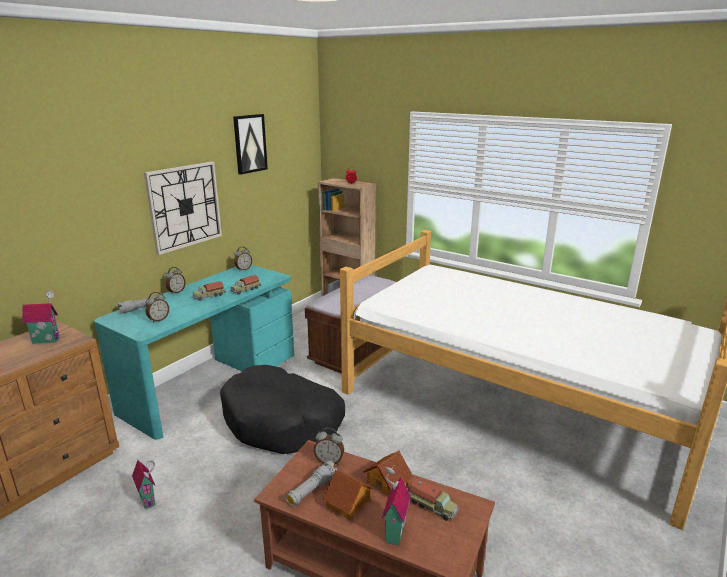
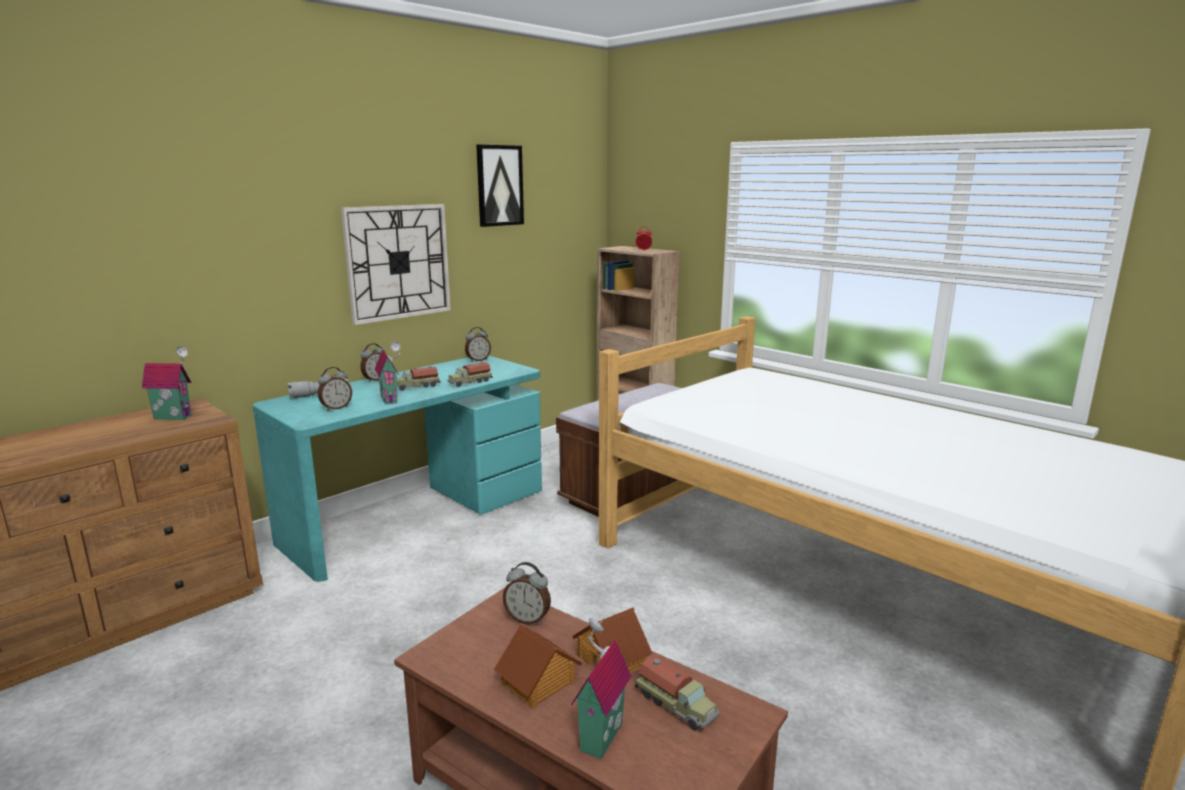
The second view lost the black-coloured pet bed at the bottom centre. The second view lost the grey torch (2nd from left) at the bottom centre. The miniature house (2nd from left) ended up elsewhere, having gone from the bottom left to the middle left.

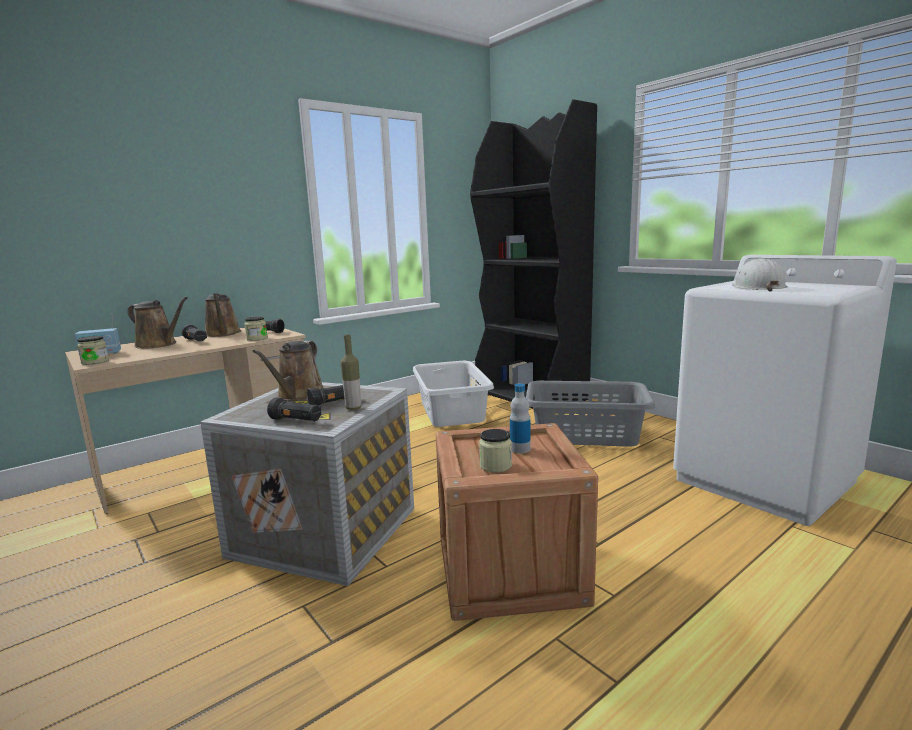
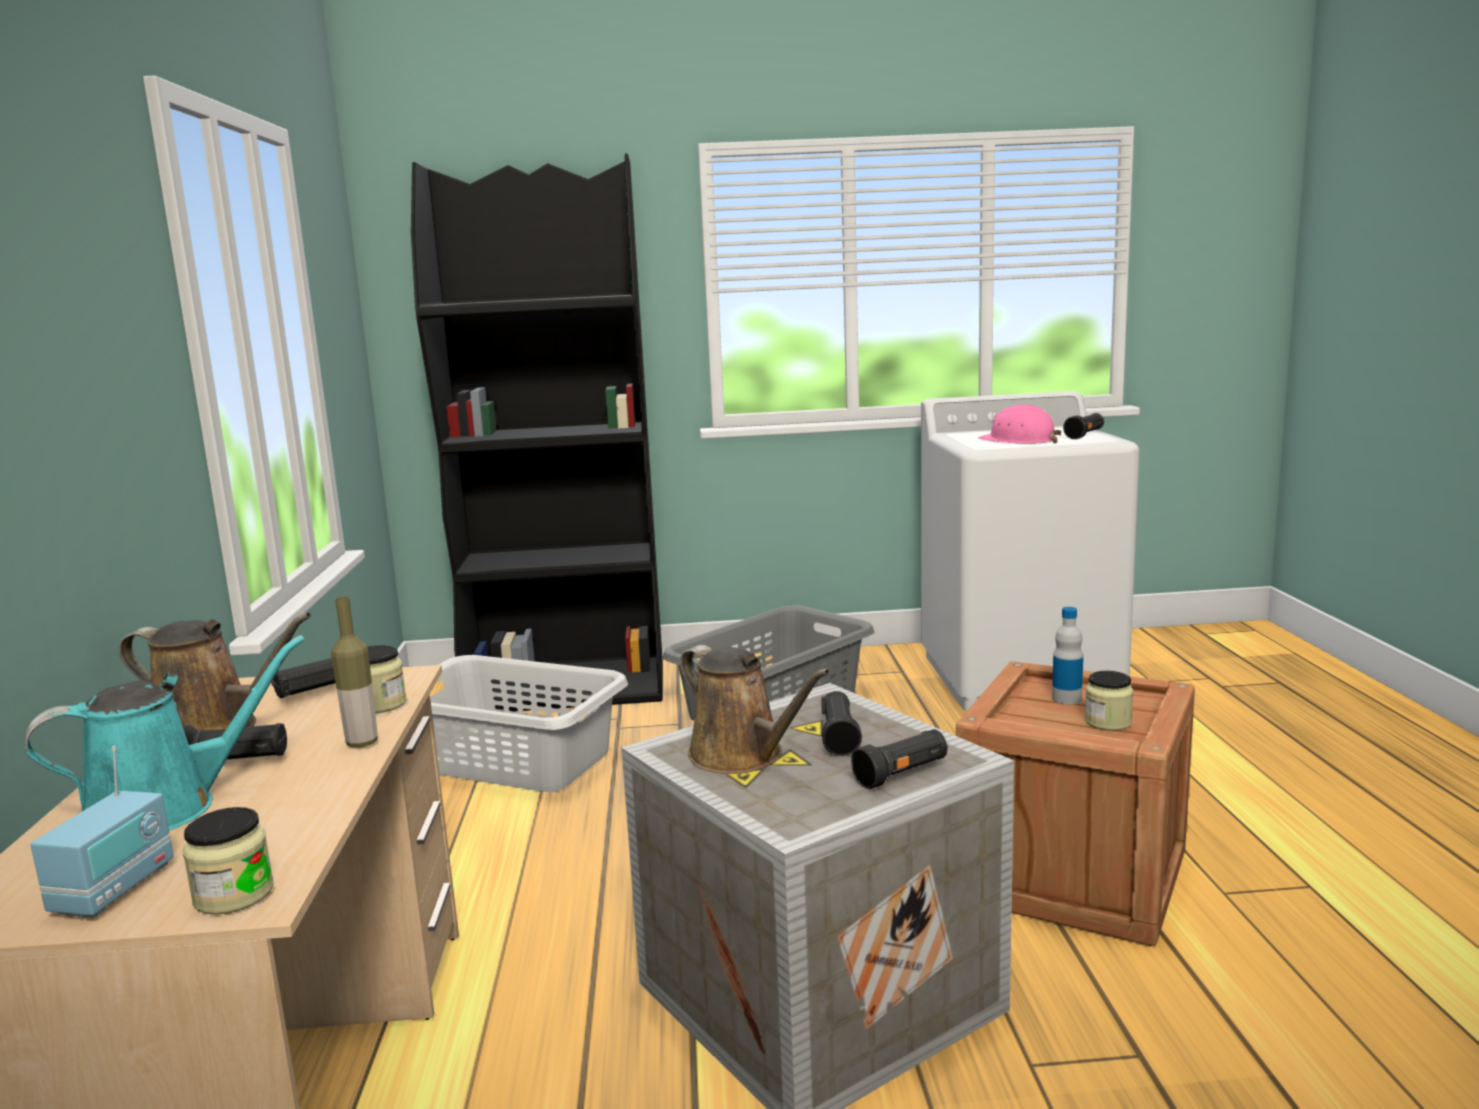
The second view gained the black-coloured torch (5th from left) at the middle right. The bottle (1st from left) ended up elsewhere, having gone from the centre to the middle left. What was the brown watering pot (1st from left) at the middle left turned into the blue-green watering pot at the middle left. What was the whitish work helmet at the middle right turned into the pink work helmet at the middle right.

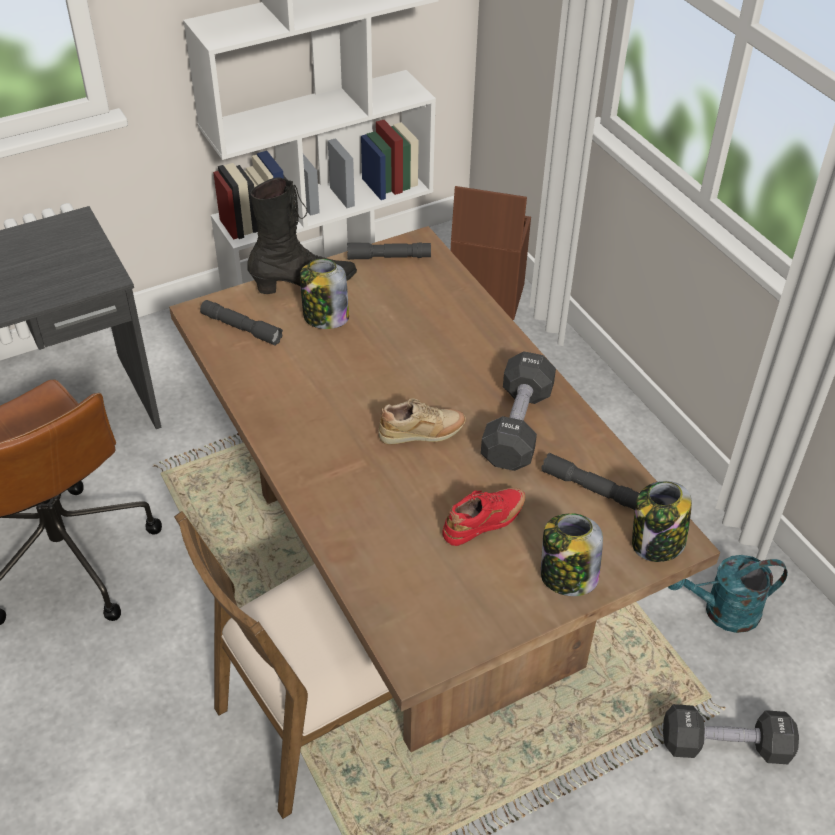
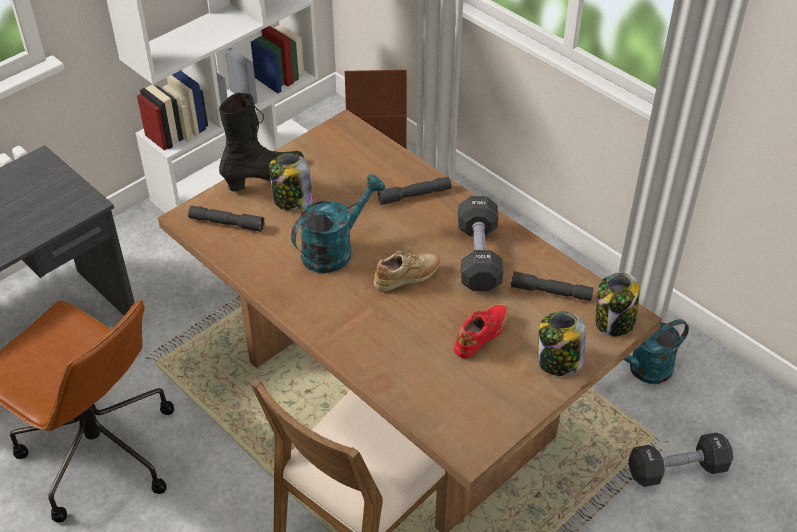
The second view gained the blue-green watering pot (1st from left) at the centre. The grey torch (2nd from left) ended up elsewhere, having gone from the top centre to the centre.

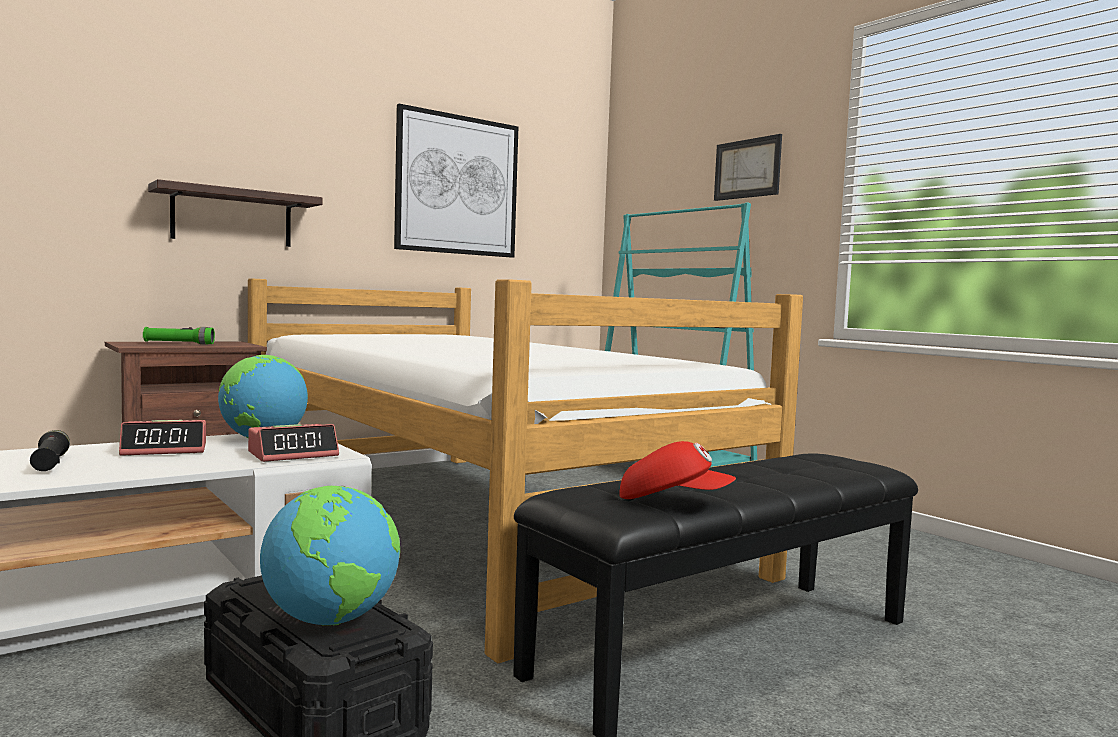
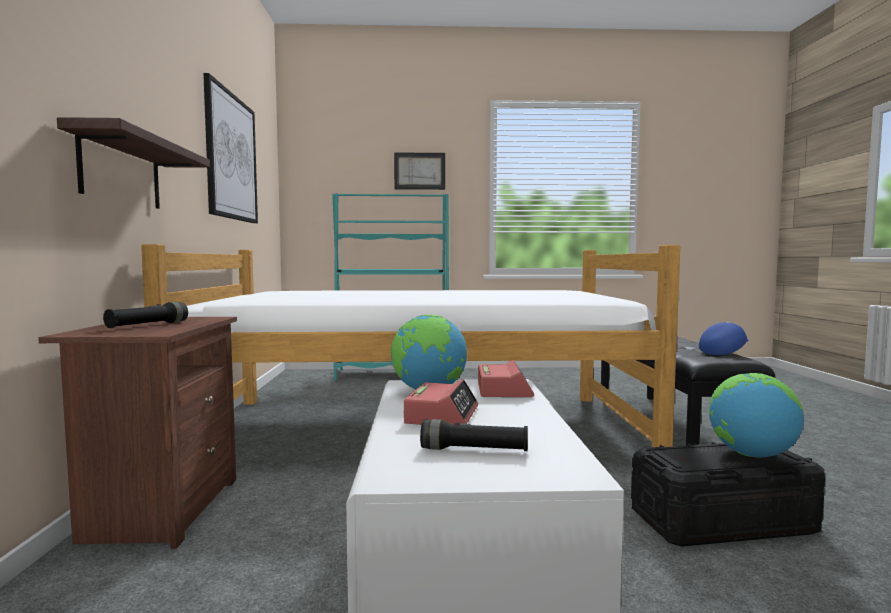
What was the green-coloured torch at the middle left turned into the black-coloured torch (1st from left) at the middle left. What was the red-coloured baseball cap at the centre turned into the blue baseball cap at the middle right.

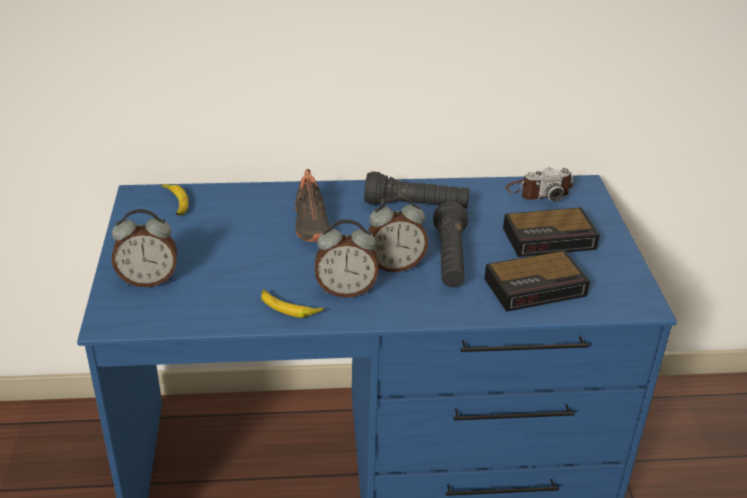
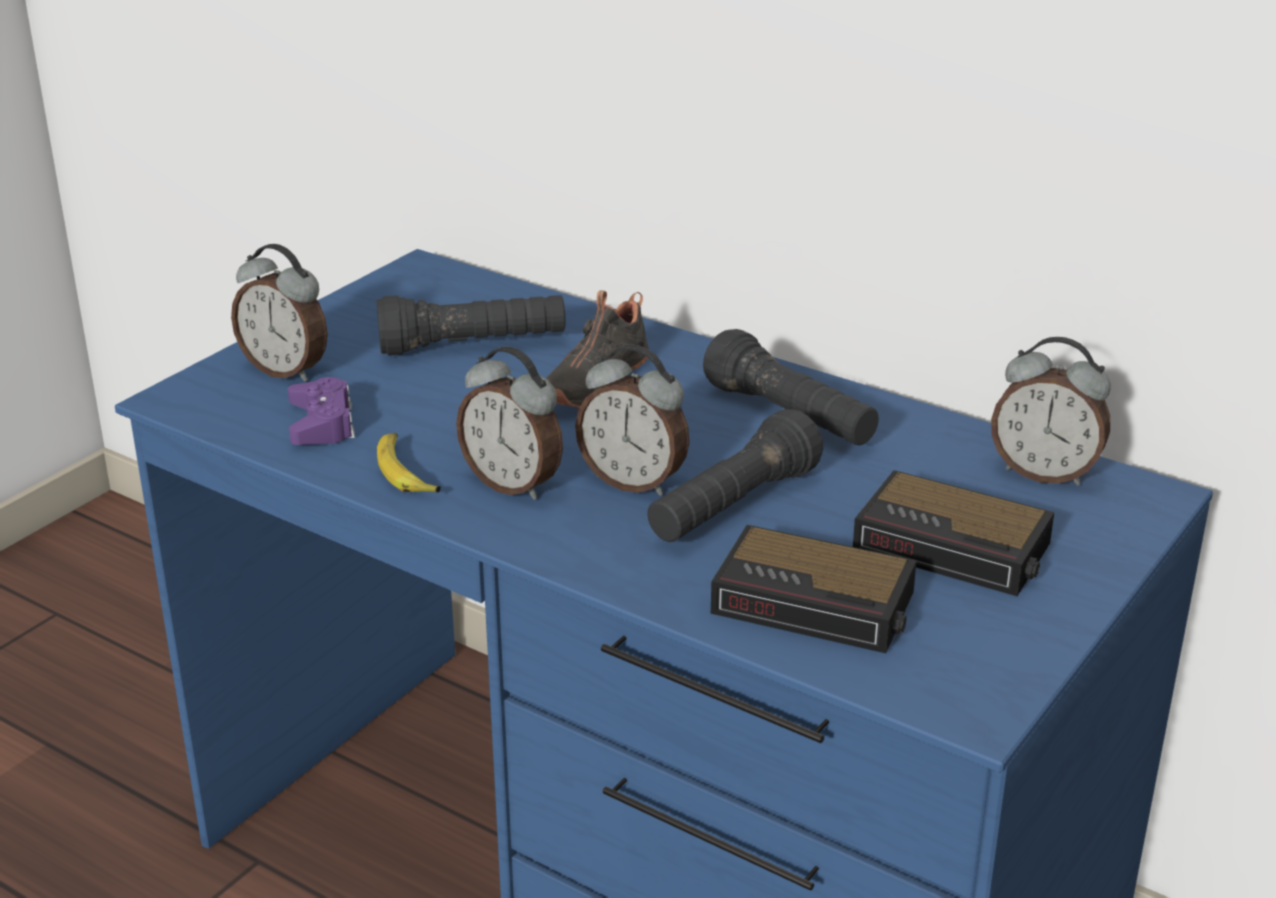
The second view lost the whole banana (1st from left) at the middle left. The second view gained the purple-coloured gamepad at the middle left. The second view gained the black-coloured torch (1st from left) at the centre. Where the photo camera stood at the middle right, the bedside clock (6th from left) came to stand at the middle right.

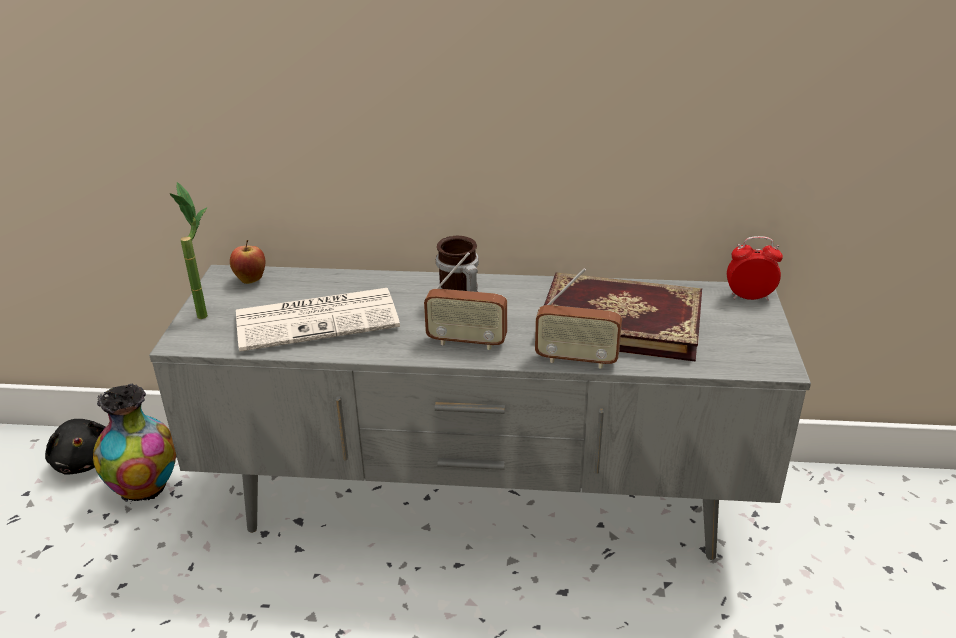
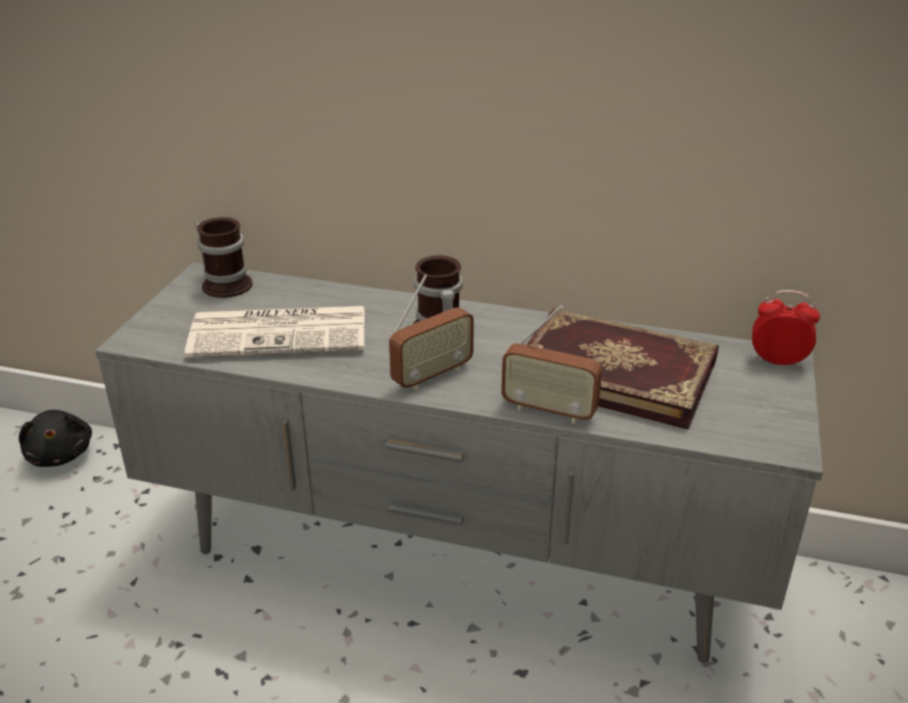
The second view lost the decorative vase at the bottom left. The second view lost the plant in a pot at the middle left. Where the whole apple stood at the middle left, the coffee mug (1st from left) came to stand at the middle left. The radio receiver (1st from left) at the centre ended up facing another way, 60 degrees counterclockwise from before.

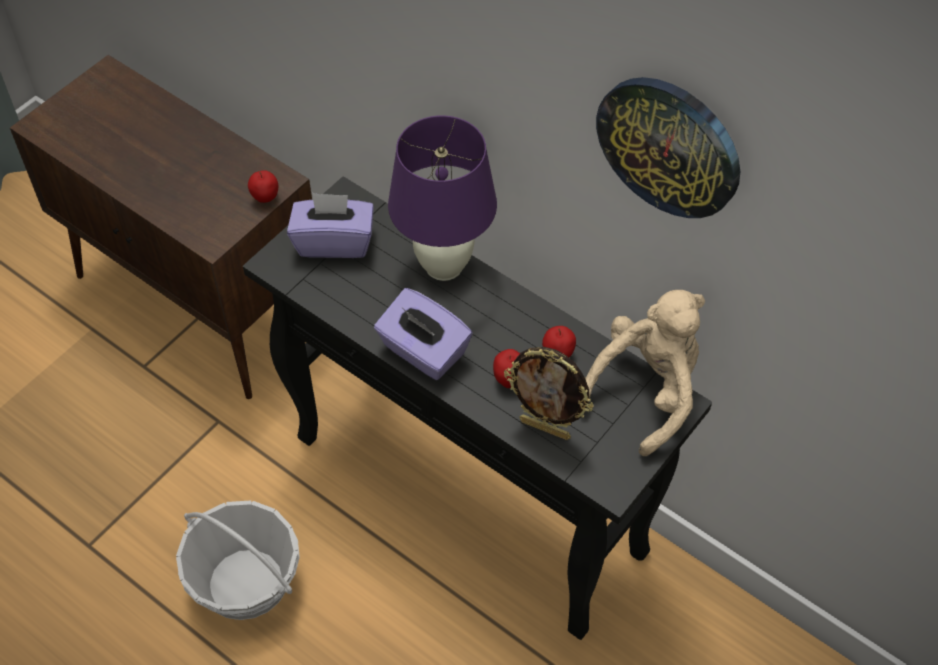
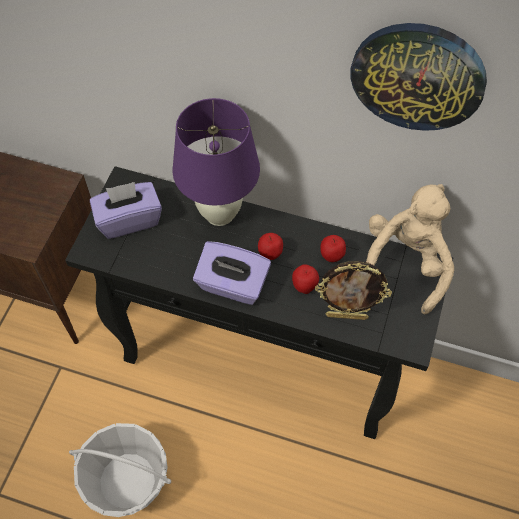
The whole apple (1st from left) ended up elsewhere, having gone from the top left to the centre.

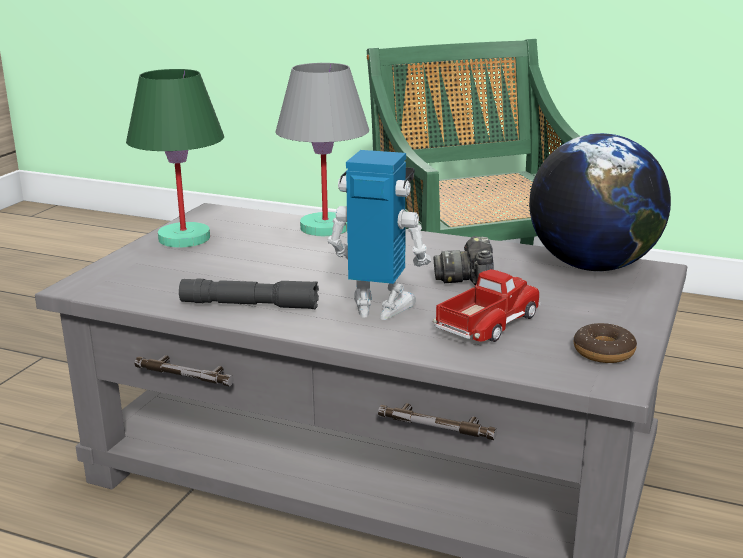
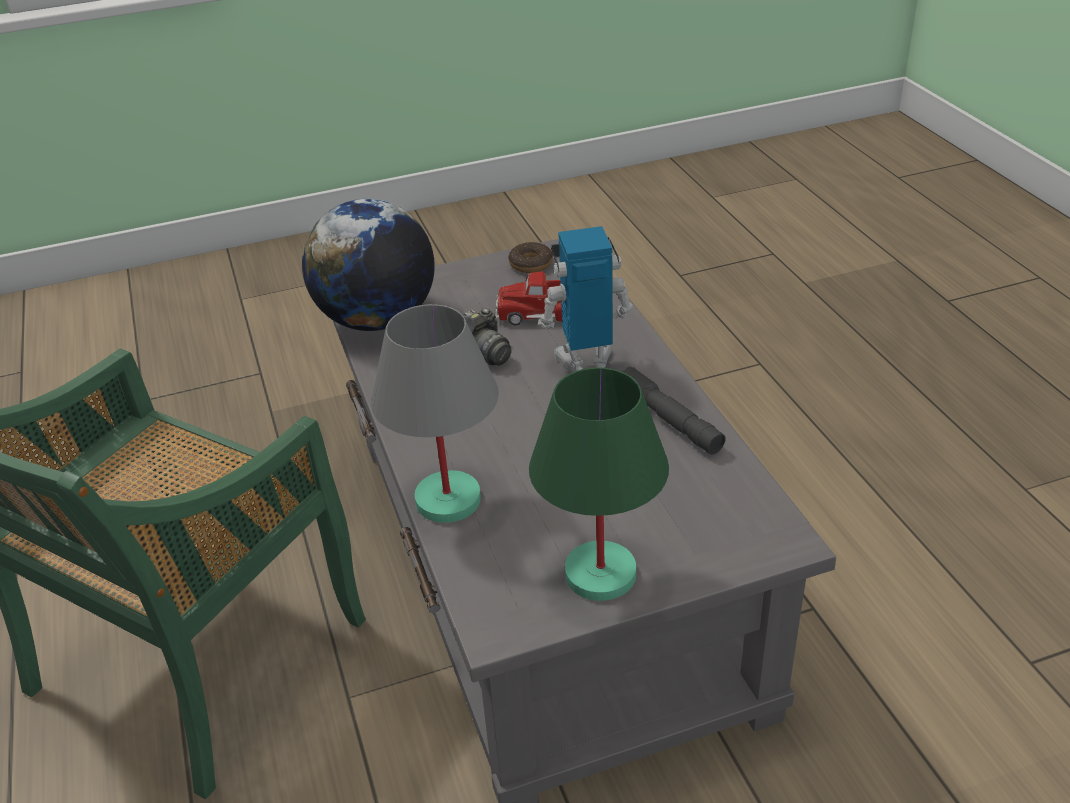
The model robot at the centre ended up facing another way, 105 degrees clockwise from before.

